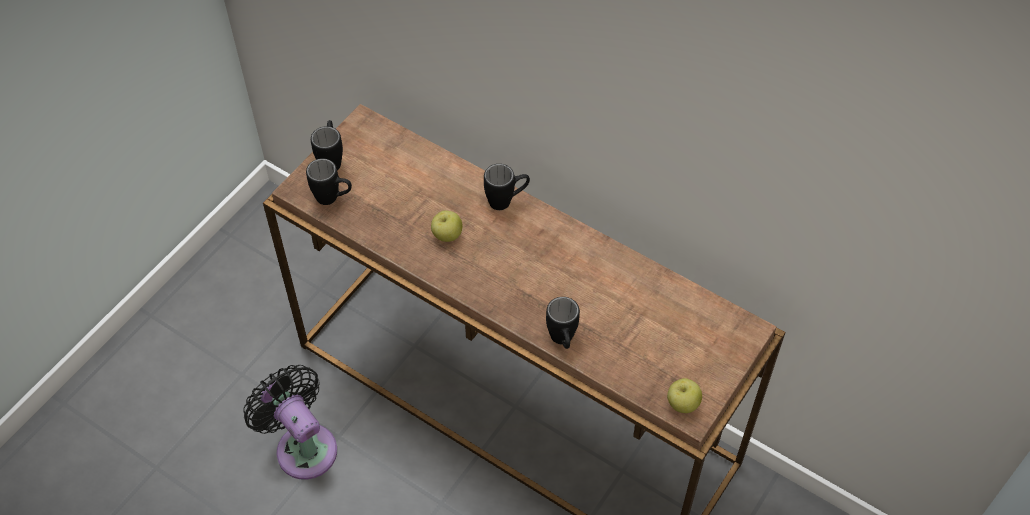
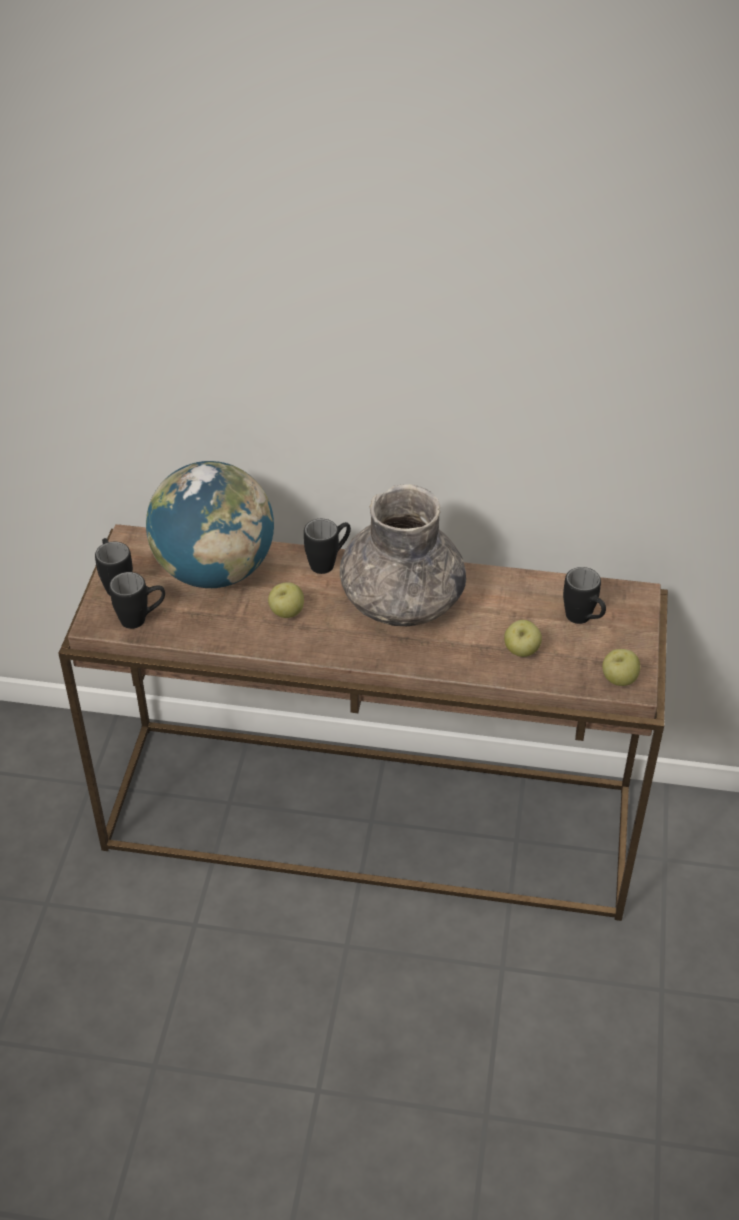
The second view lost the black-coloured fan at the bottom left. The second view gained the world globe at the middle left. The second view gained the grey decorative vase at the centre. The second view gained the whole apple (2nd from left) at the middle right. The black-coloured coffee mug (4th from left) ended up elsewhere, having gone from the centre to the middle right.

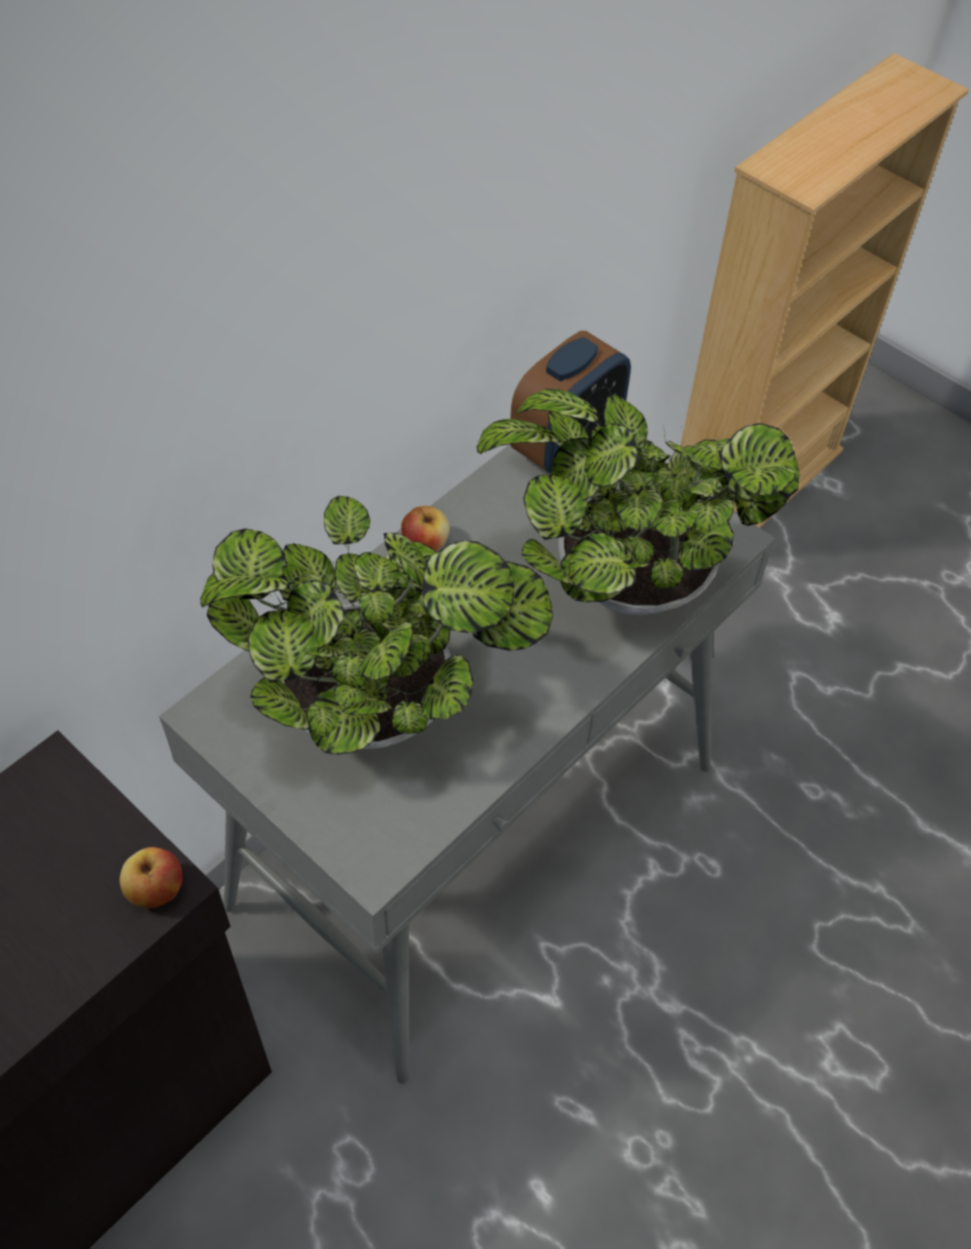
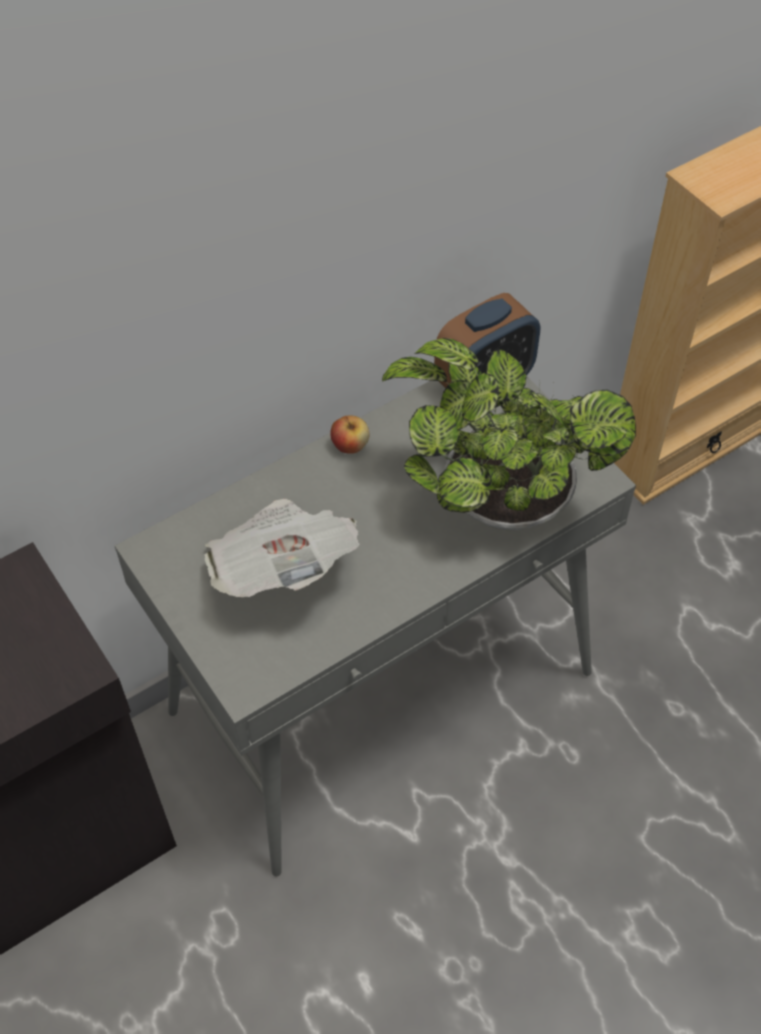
The second view lost the whole apple (1st from left) at the bottom left. Where the plant in a pot (1st from left) stood at the centre, the printed paper came to stand at the centre.

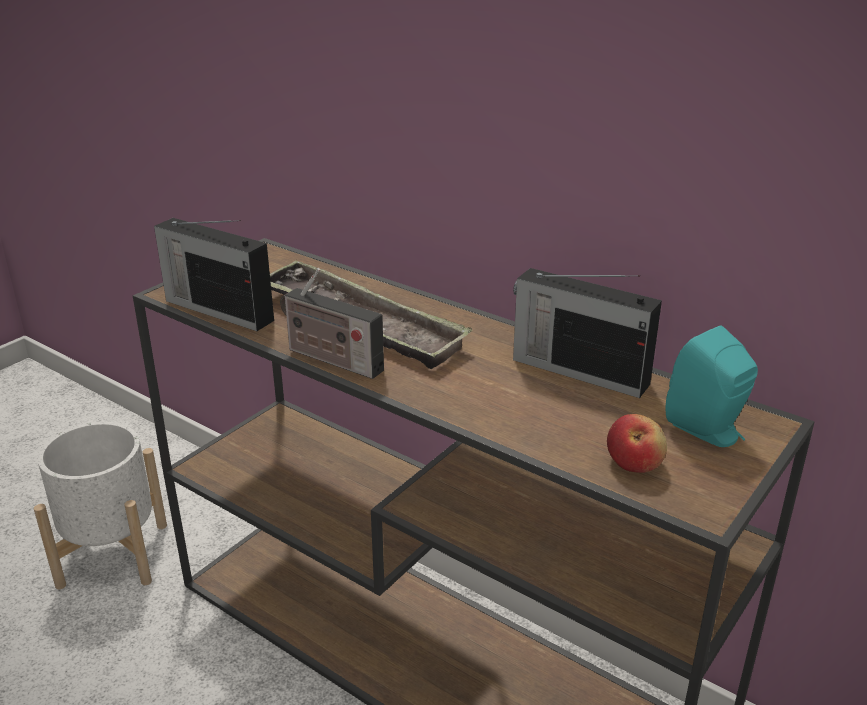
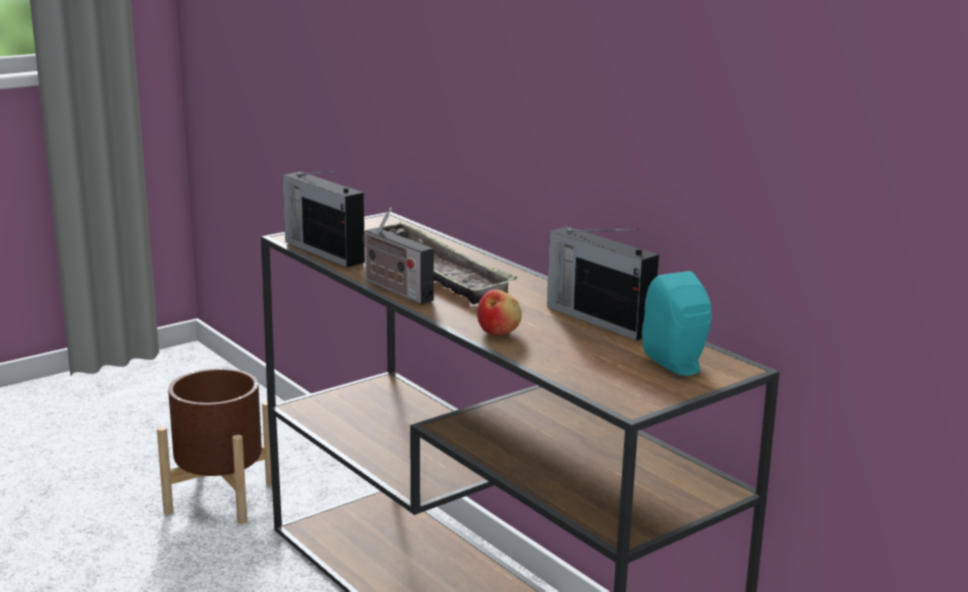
The whole apple ended up elsewhere, having gone from the middle right to the centre. What was the whitish plant pot at the bottom left turned into the brown plant pot at the bottom left.

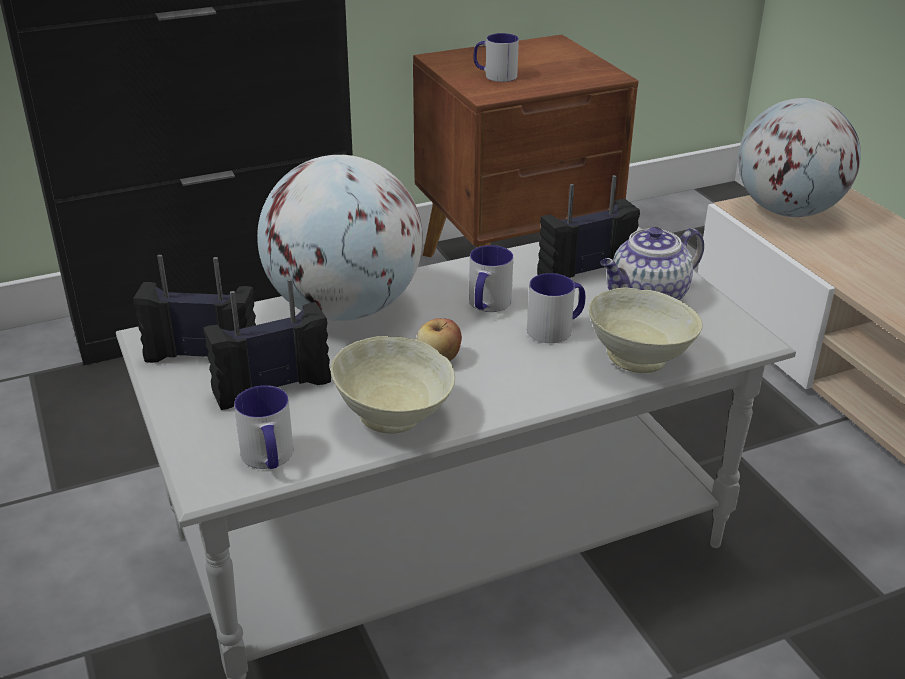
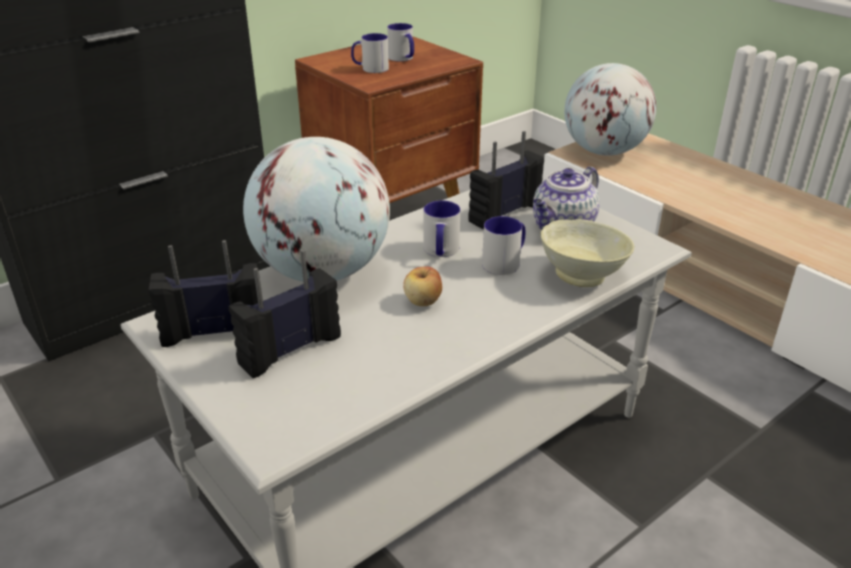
The second view lost the beige-coloured bowl (1st from left) at the centre. The coffee mug (1st from left in the first image) ended up elsewhere, having gone from the middle left to the top centre.

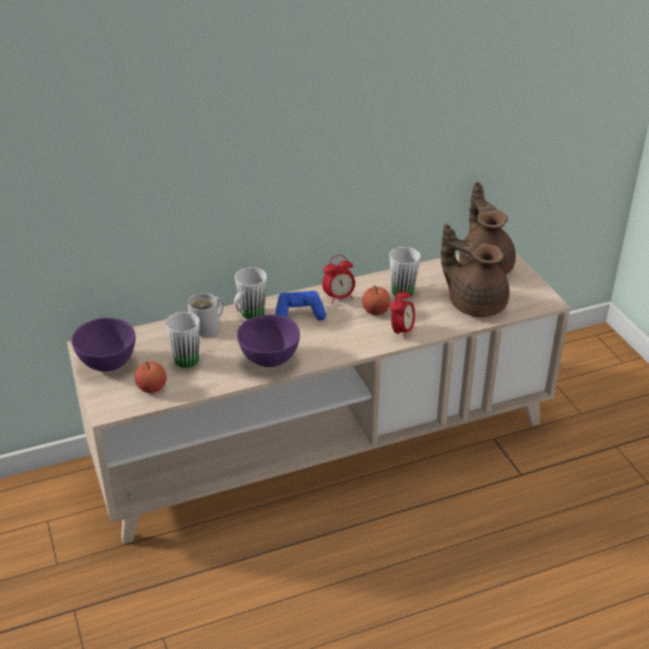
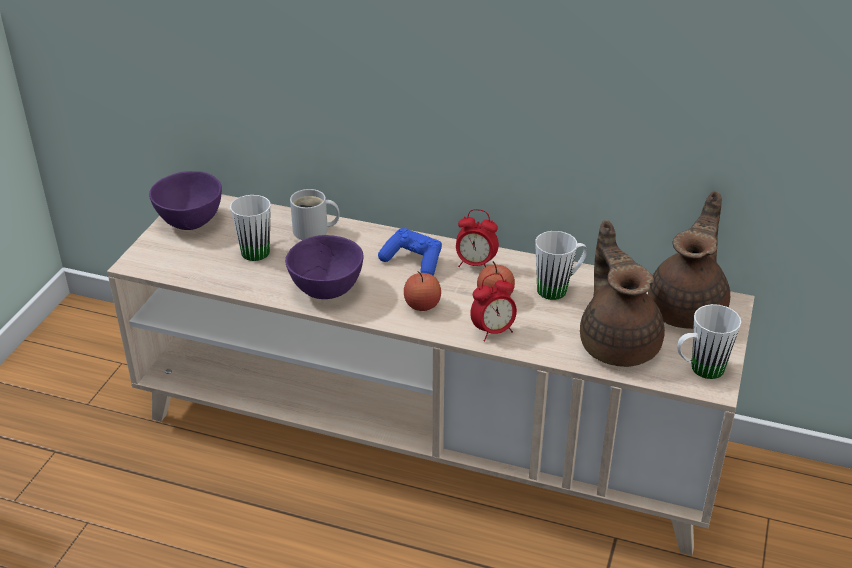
The whole apple (1st from left) ended up elsewhere, having gone from the middle left to the centre. The whitish coffee mug (3rd from left in the first image) ended up elsewhere, having gone from the centre to the middle right.

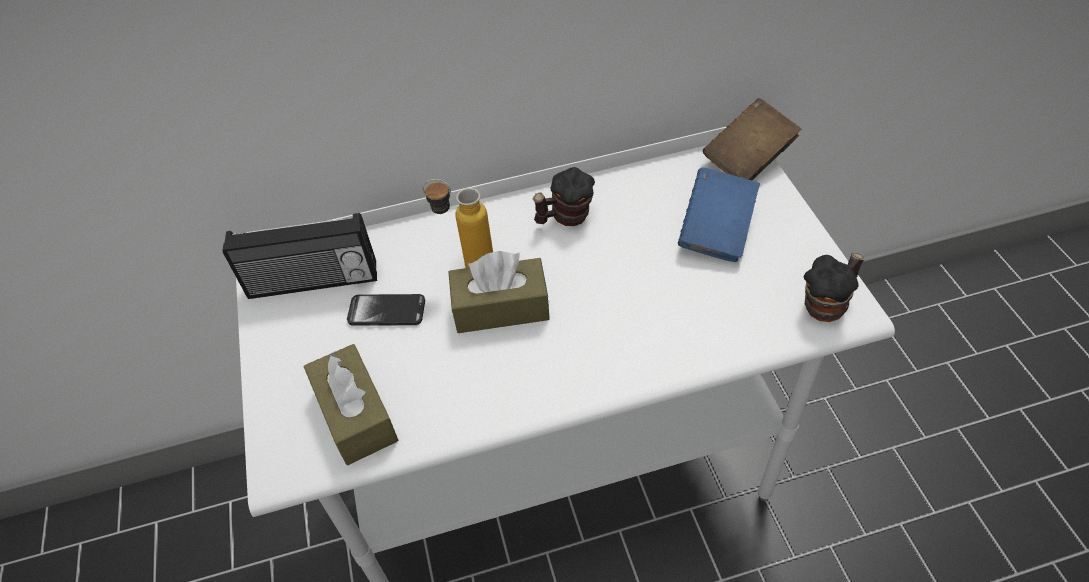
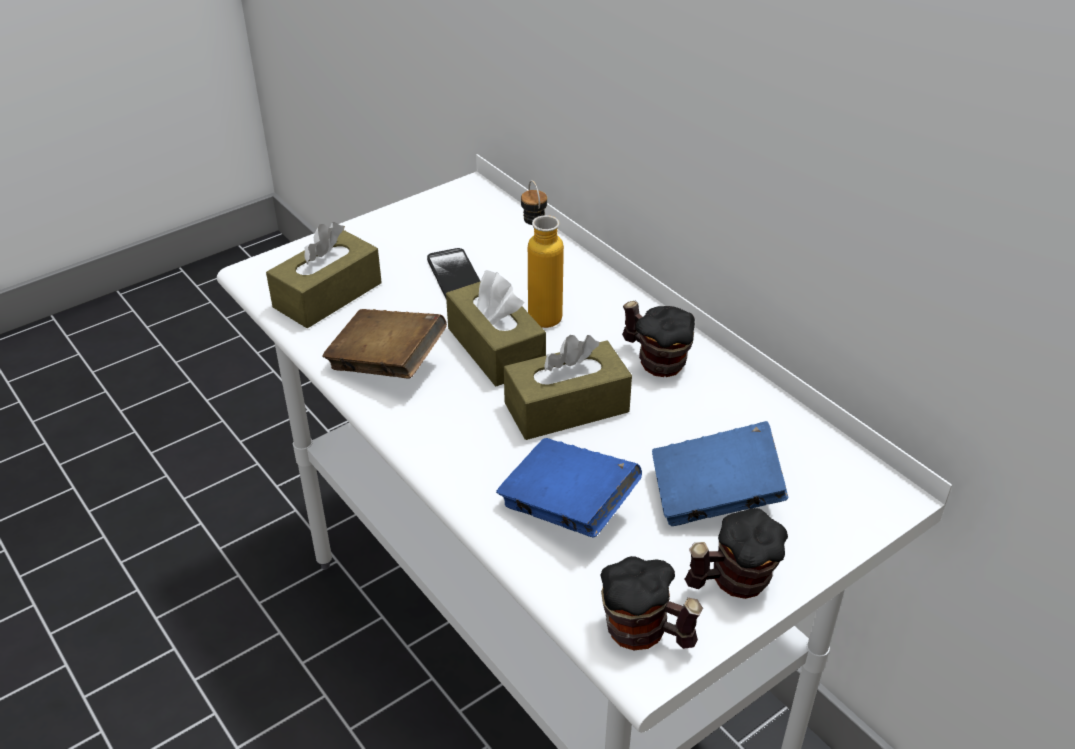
The second view lost the radio receiver at the middle left. The second view gained the blue bound book (1st from left) at the centre. The second view gained the brown tissue holder (3rd from left) at the centre. The second view gained the coffee mug (3rd from left) at the bottom right. The brown bound book ended up elsewhere, having gone from the top right to the centre.

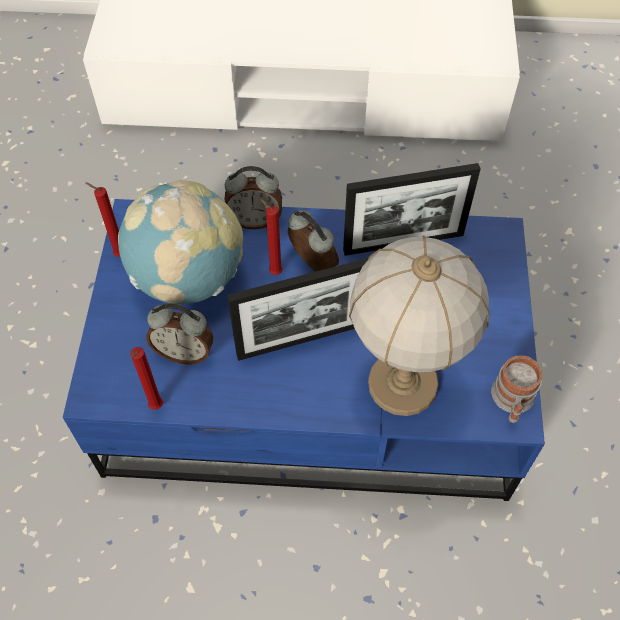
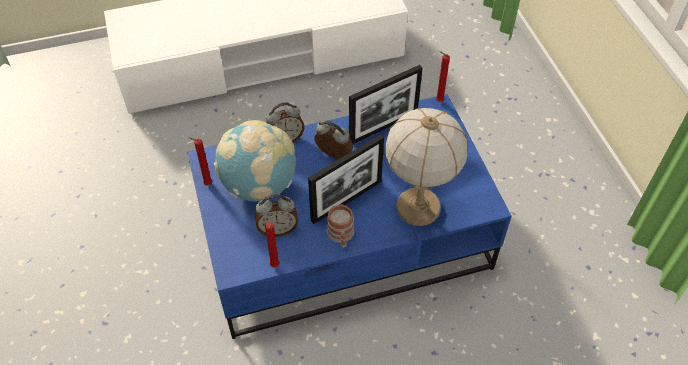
The red-coloured candle (3rd from left) ended up elsewhere, having gone from the centre to the top centre. The coffee mug ended up elsewhere, having gone from the middle right to the centre.

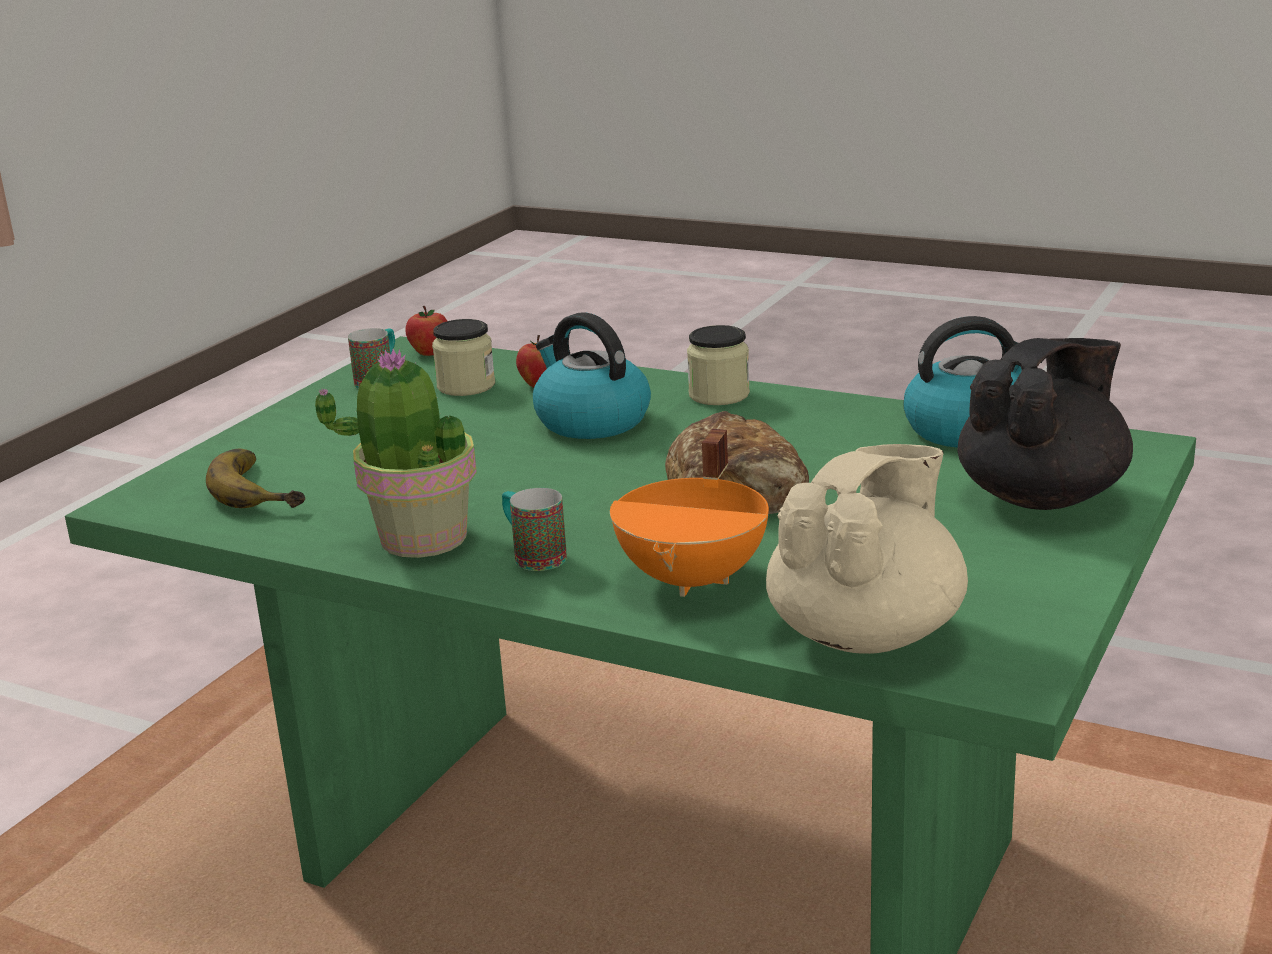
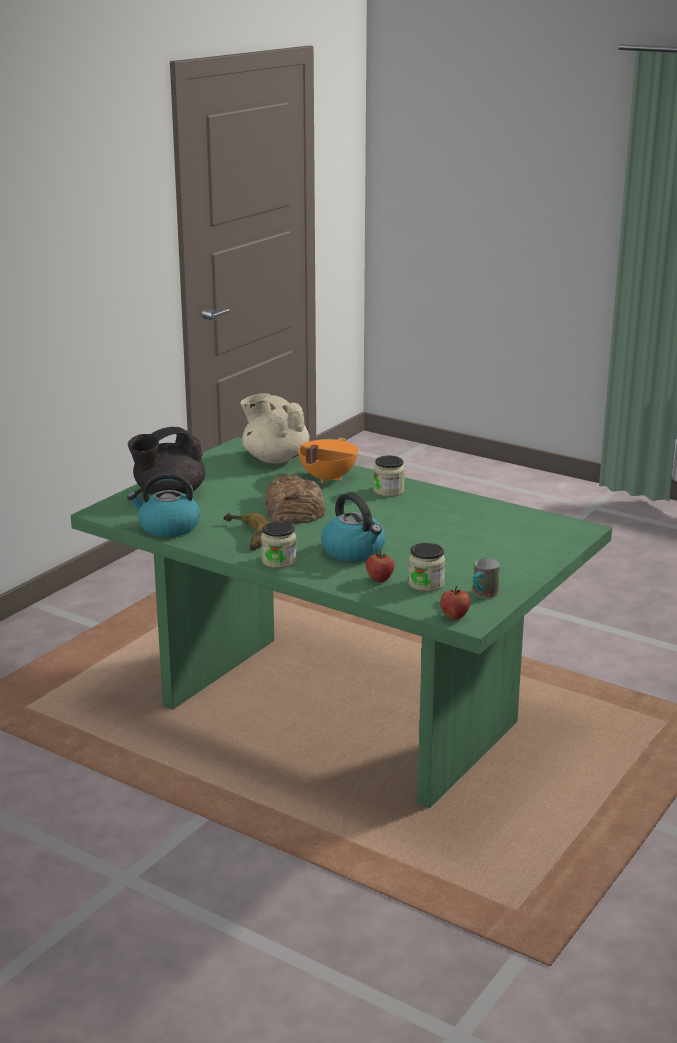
The second view lost the plant in a pot at the middle left. The whole banana ended up elsewhere, having gone from the middle left to the centre. Where the coffee mug (2nd from left) stood at the centre, the preserve jar (2nd from left) came to stand at the centre. The beige-coloured teapot at the middle right ended up facing another way, 90 degrees clockwise from before.

